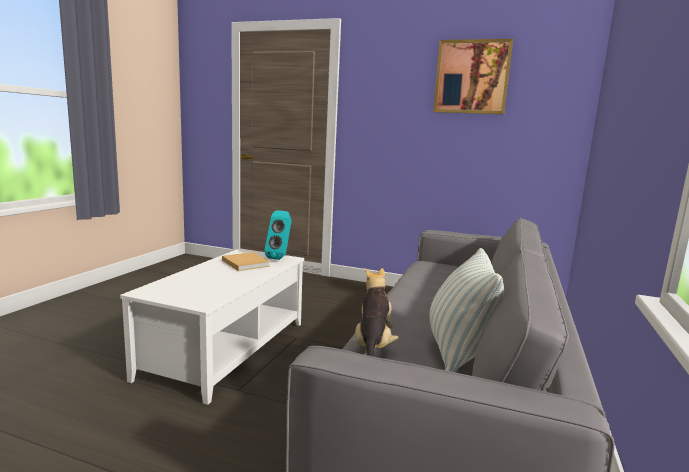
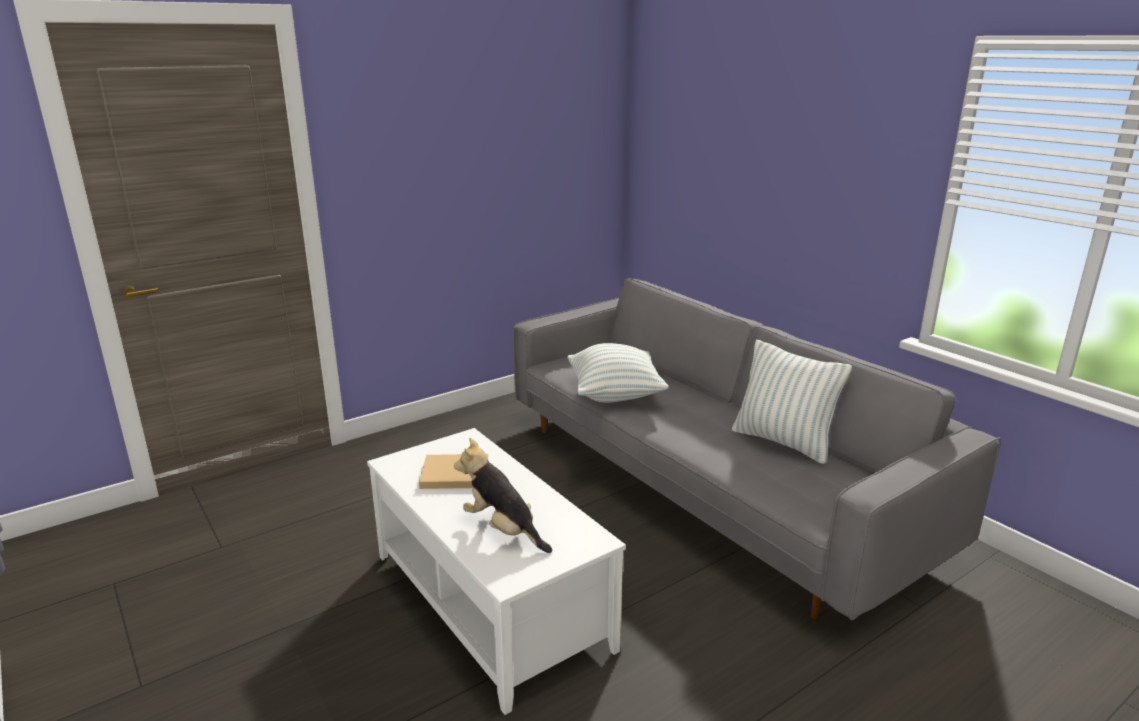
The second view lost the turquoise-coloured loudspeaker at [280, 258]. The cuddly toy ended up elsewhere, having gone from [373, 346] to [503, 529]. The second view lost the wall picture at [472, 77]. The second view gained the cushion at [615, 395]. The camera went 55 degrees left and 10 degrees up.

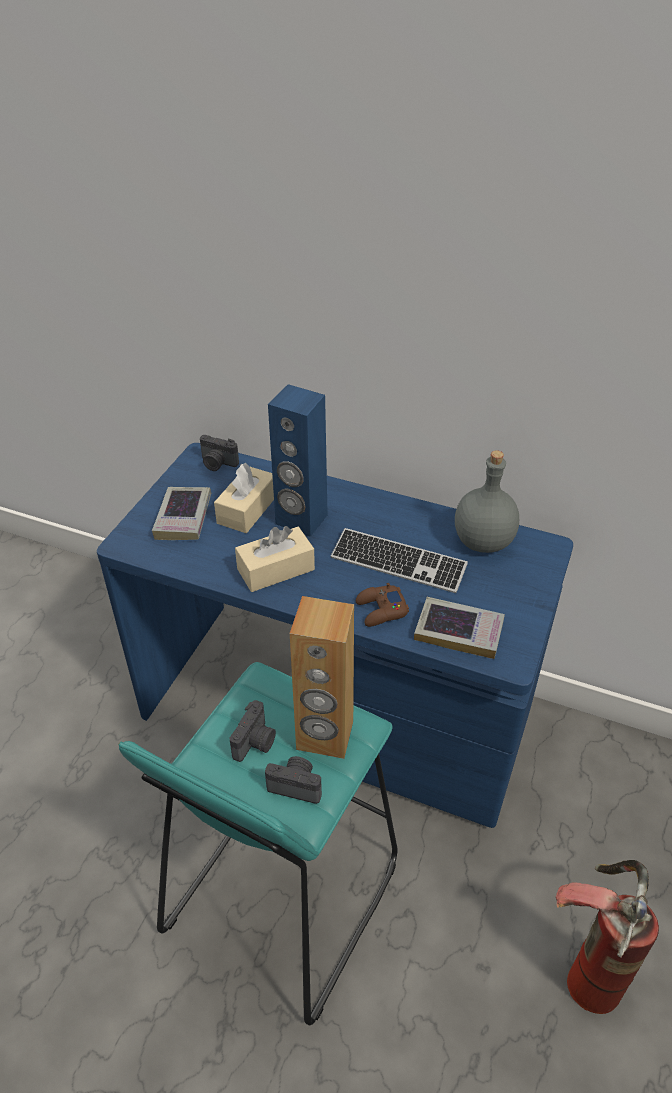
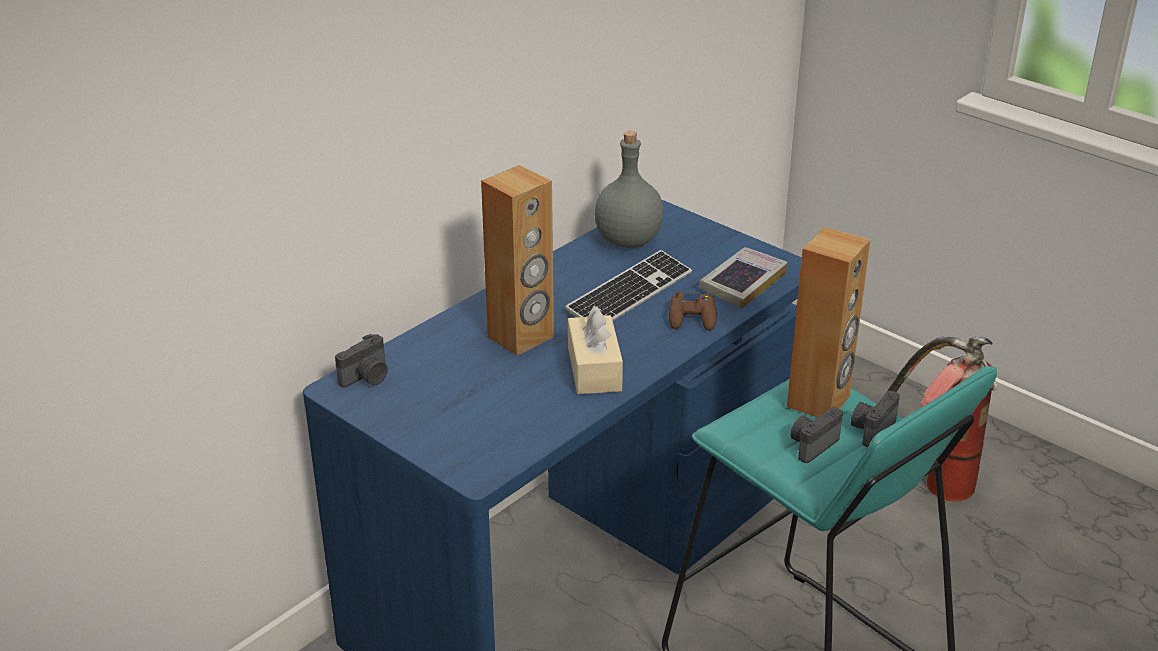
The second view lost the book at [183, 518]. The second view lost the beige-coloured tissue box at [247, 509]. The still camera at [256, 742] ended up facing another way, 90 degrees counterclockwise from before. What was the blue loudspeaker at [301, 520] turned into the brown-coloured loudspeaker at [521, 337]. The camera went 70 degrees left and 10 degrees down.

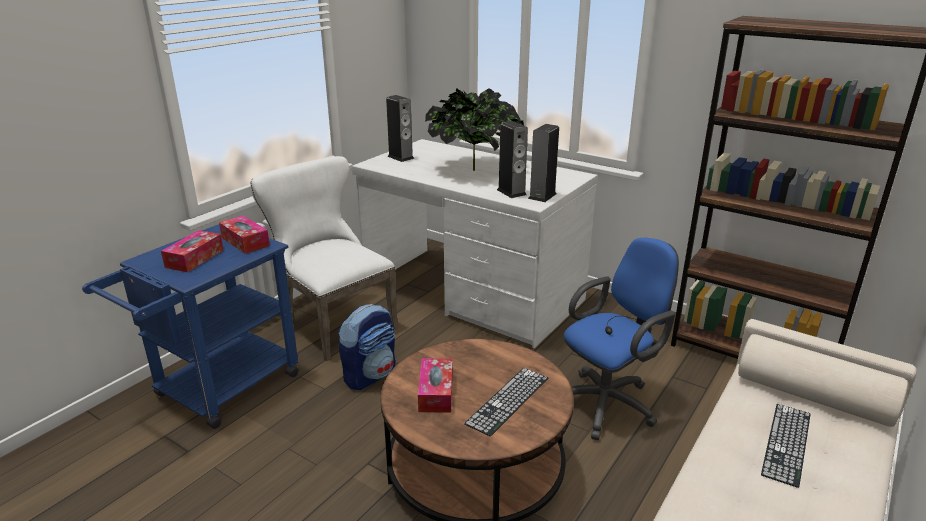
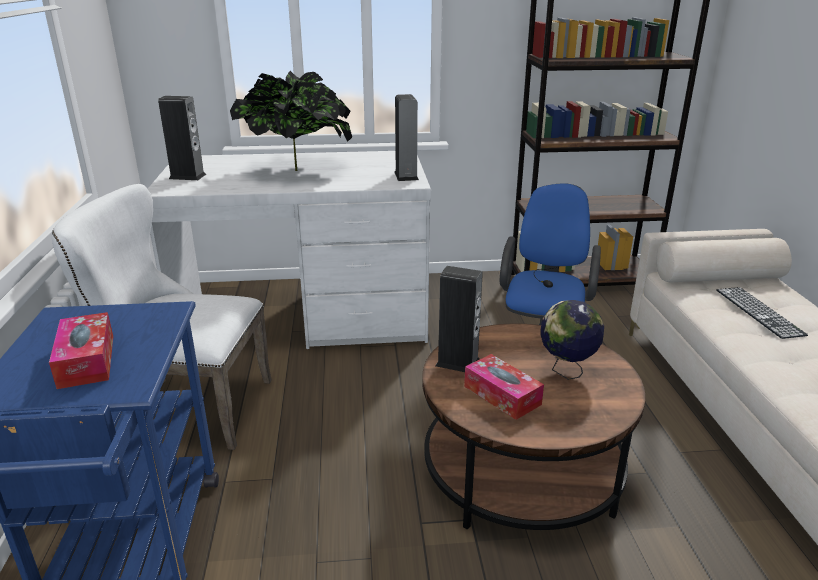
The second view lost the tissue box at [245, 241]. The second view lost the backpack at [370, 375]. Where the keyboard stood at [508, 400], the world globe came to stand at [566, 371]. The loudspeaker ended up elsewhere, having gone from [511, 192] to [457, 363]. The camera went 40 degrees left and 0 degrees up.

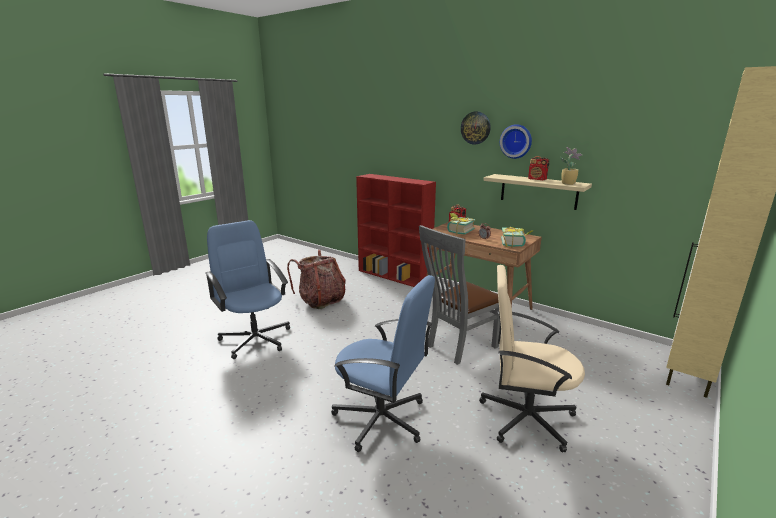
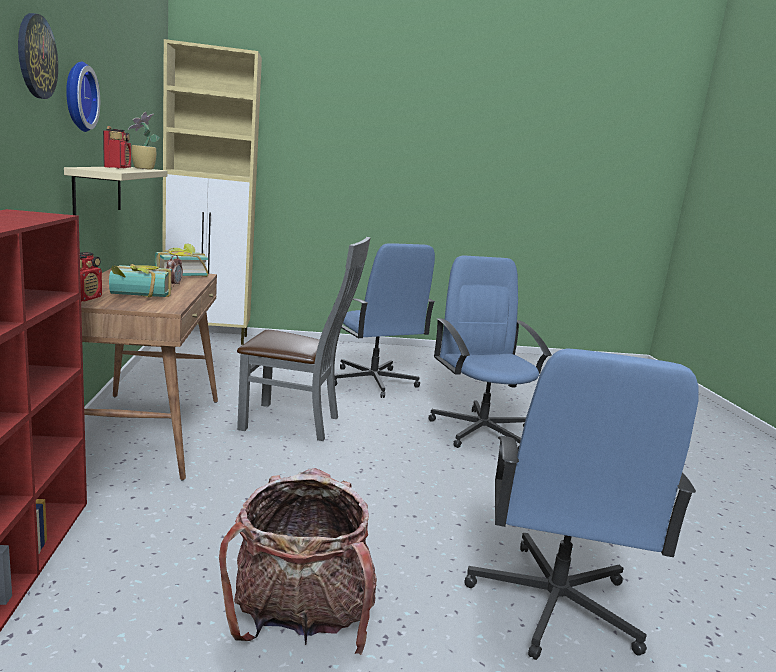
What was the beige-coloured office chair at [525, 417] turned into the blue office chair at [373, 382]. The camera went 135 degrees left and 5 degrees down.

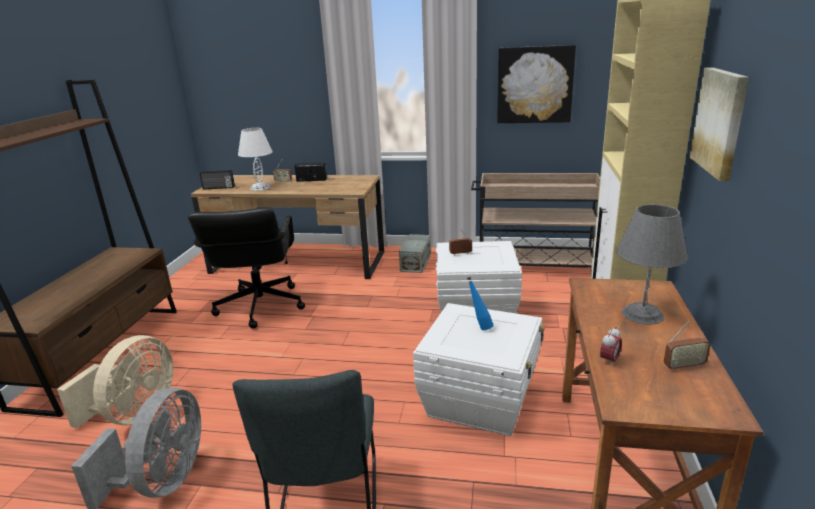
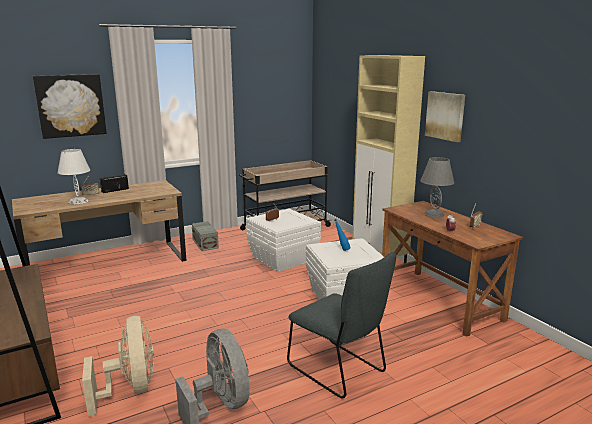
The second view lost the black-coloured office chair at [259, 306]. The second view lost the radio set at [218, 188]. The wall picture ended up elsewhere, having gone from [534, 85] to [71, 105]. The camera went 40 degrees left and 5 degrees down.

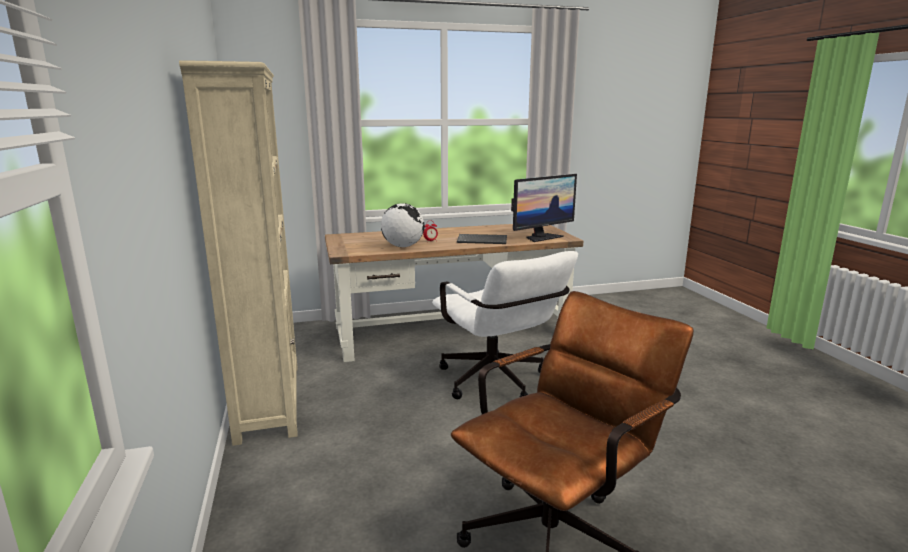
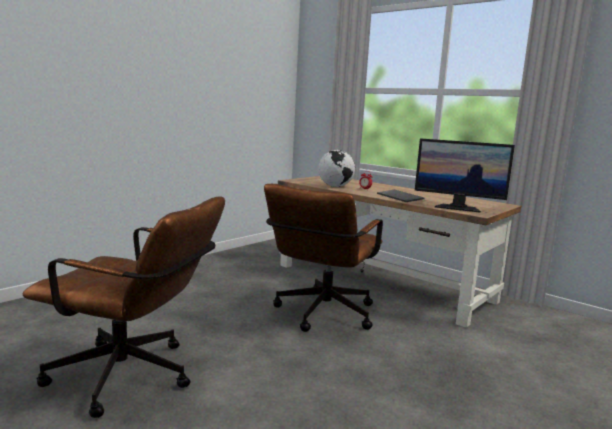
The second view lost the beige-coloured bookcase at [269, 400]. What was the white office chair at [497, 383] turned into the brown-coloured office chair at [321, 316]. The camera went 55 degrees right and 5 degrees down.

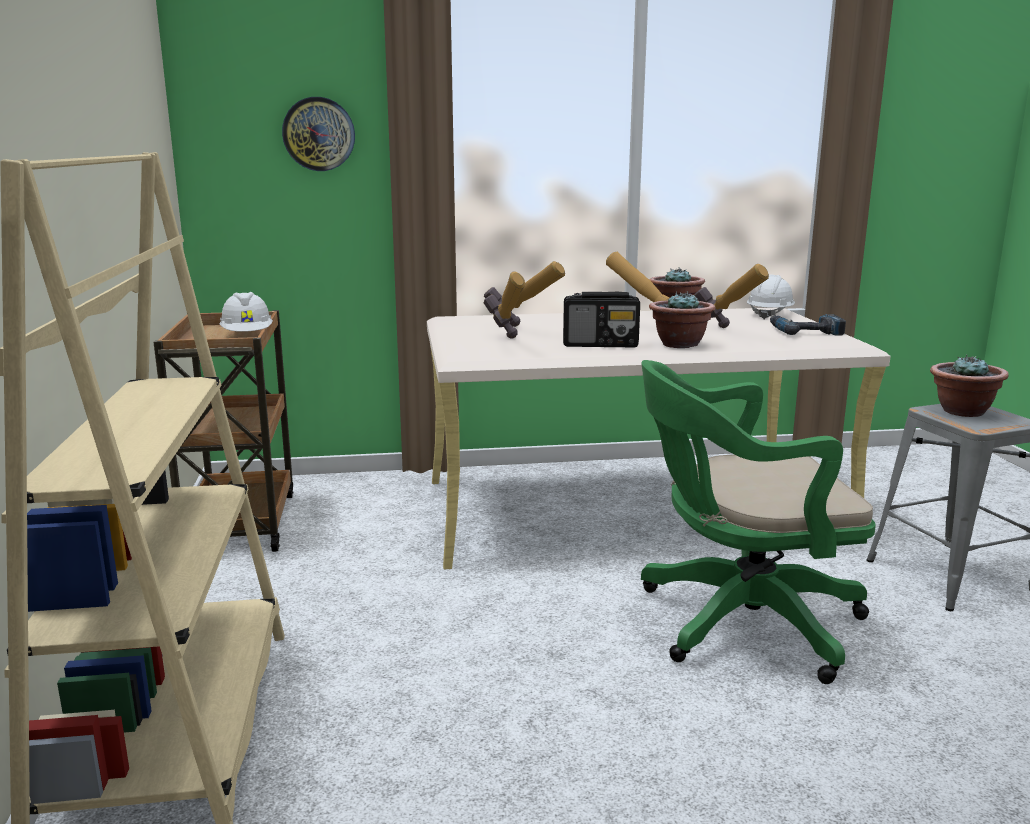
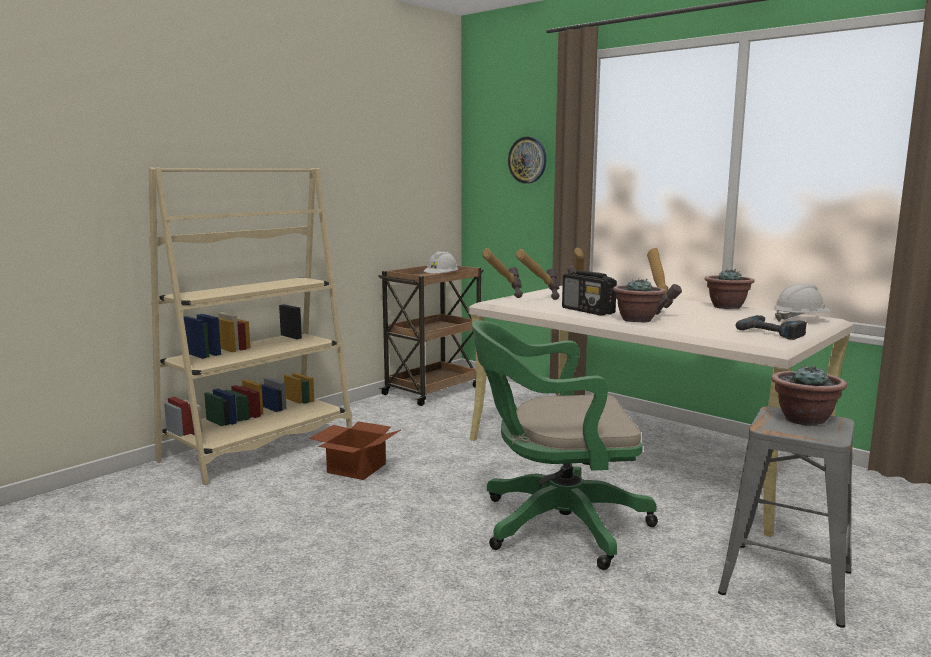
The greenish office chair at [738, 622] ended up facing another way, 45 degrees counterclockwise from before. The tool hammer ended up elsewhere, having gone from [726, 334] to [501, 300]. The second view gained the cardboard box at [356, 467]. The camera went 50 degrees right and 5 degrees down.

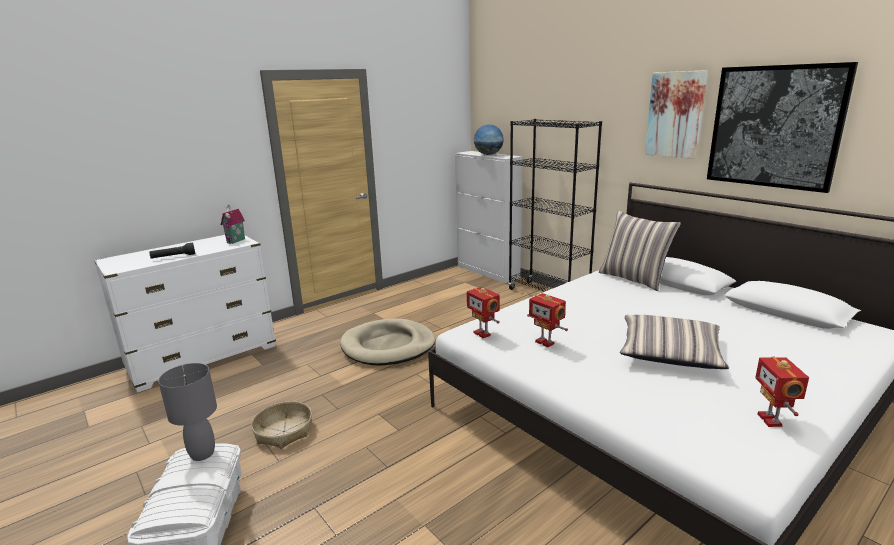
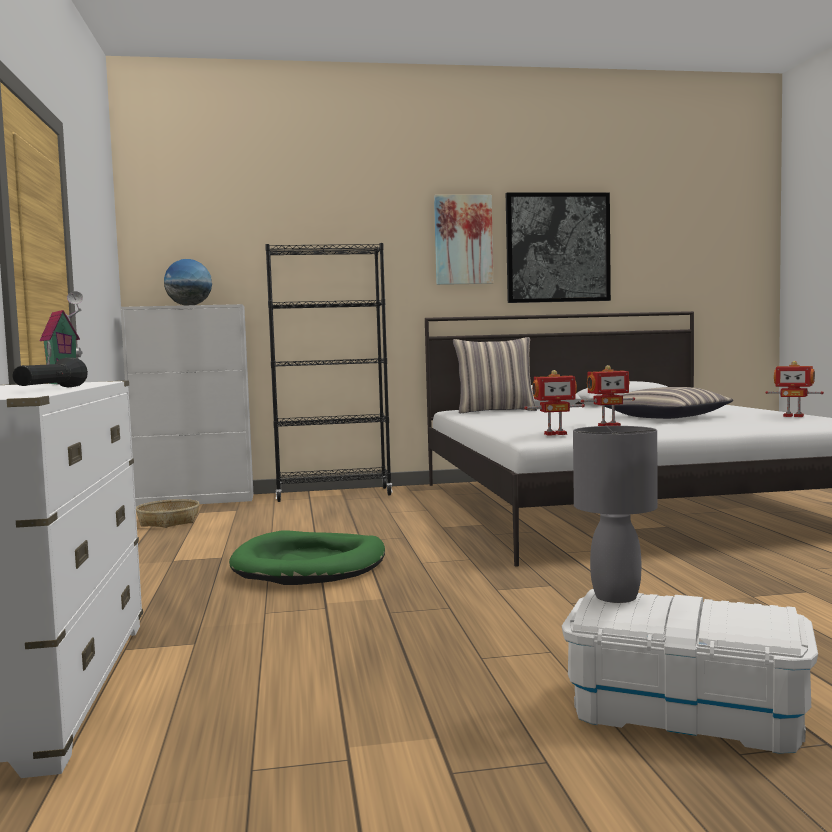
The basket ended up elsewhere, having gone from [284, 431] to [168, 521]. What was the beige-coloured dog bed at [388, 346] turned into the greenish dog bed at [310, 565]. The camera went 60 degrees left and 15 degrees down.

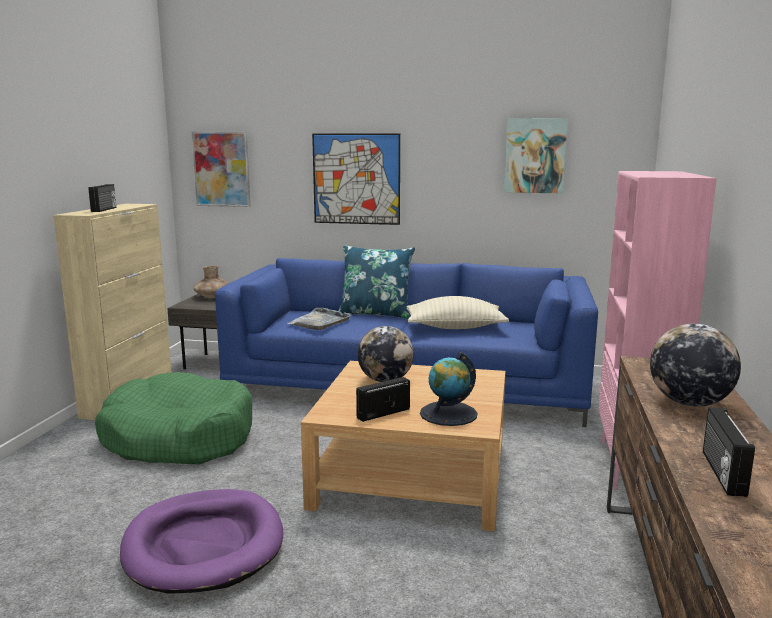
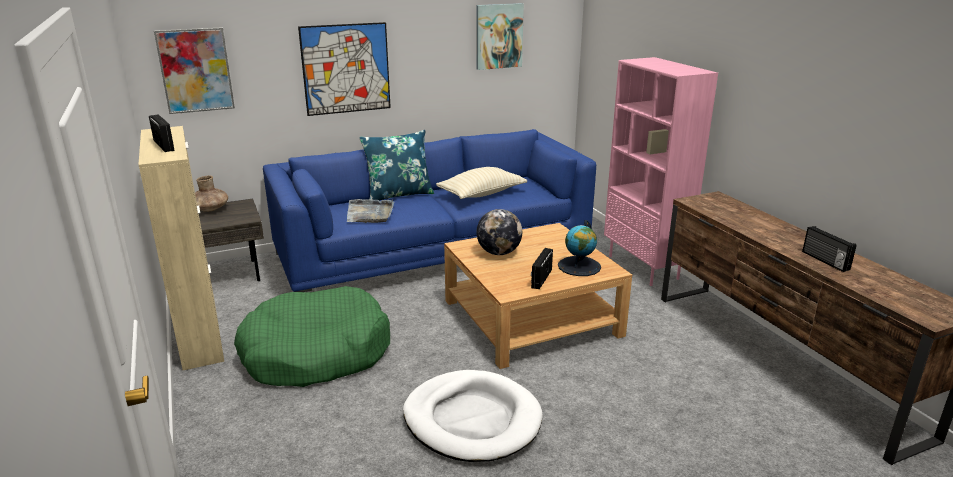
What was the purplish dog bed at [204, 545] turned into the white dog bed at [472, 420]. The second view lost the world globe at [689, 403]. The camera went 35 degrees left and 10 degrees up.

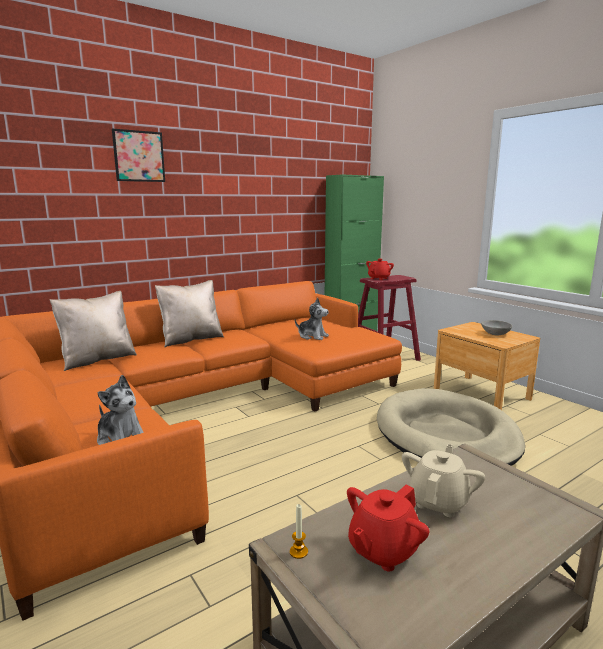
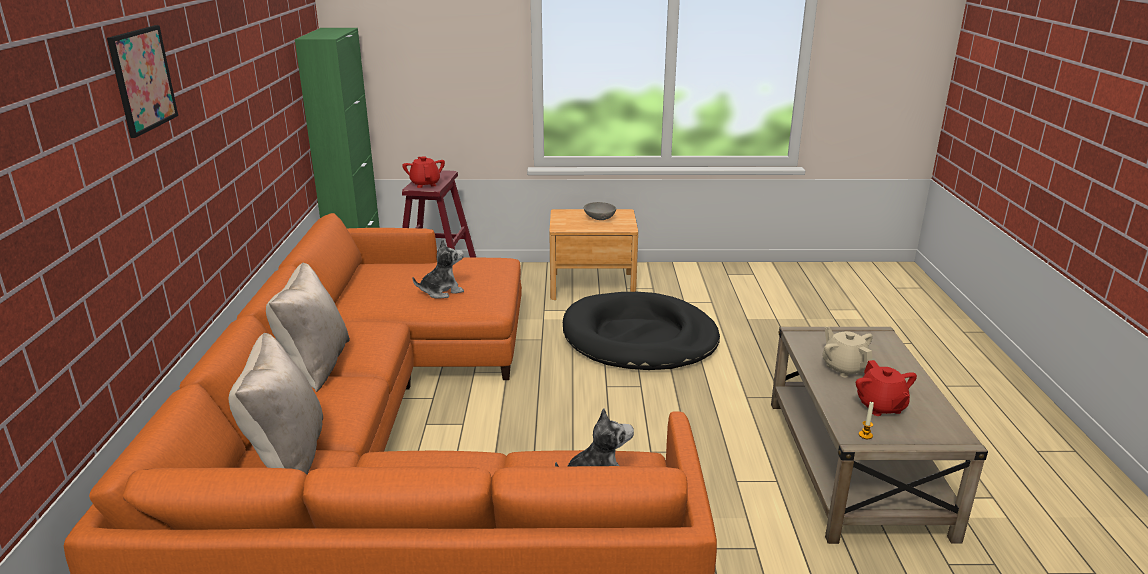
What was the beige-coloured dog bed at [446, 435] turned into the black-coloured dog bed at [639, 338]. The camera went 55 degrees left and 10 degrees up.

